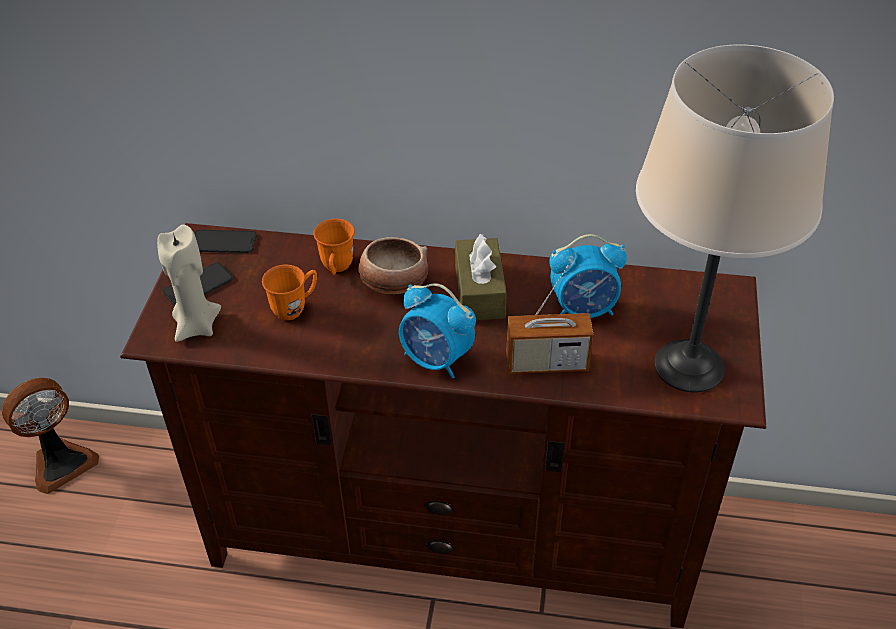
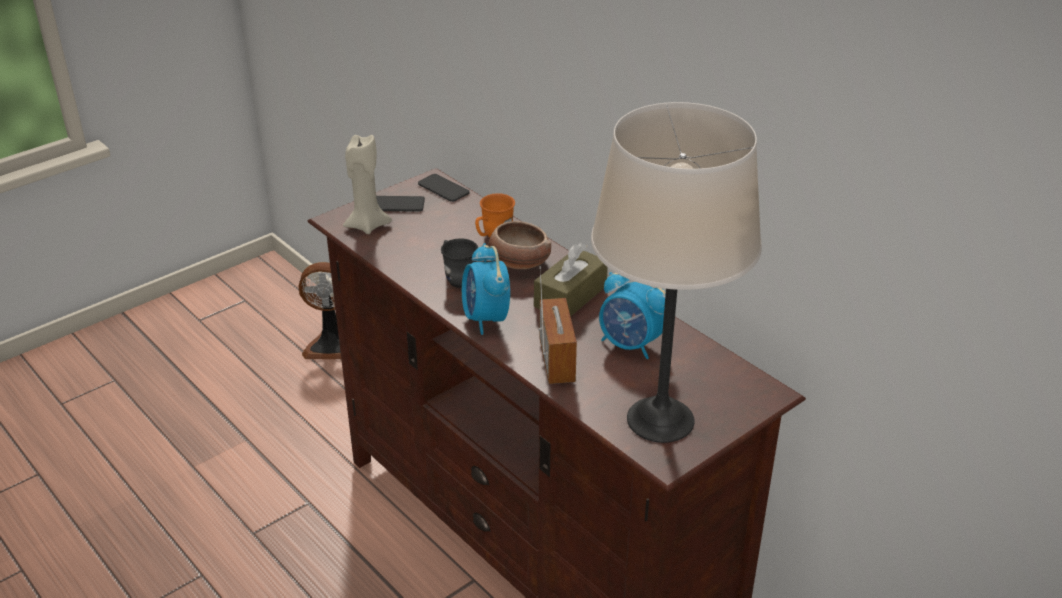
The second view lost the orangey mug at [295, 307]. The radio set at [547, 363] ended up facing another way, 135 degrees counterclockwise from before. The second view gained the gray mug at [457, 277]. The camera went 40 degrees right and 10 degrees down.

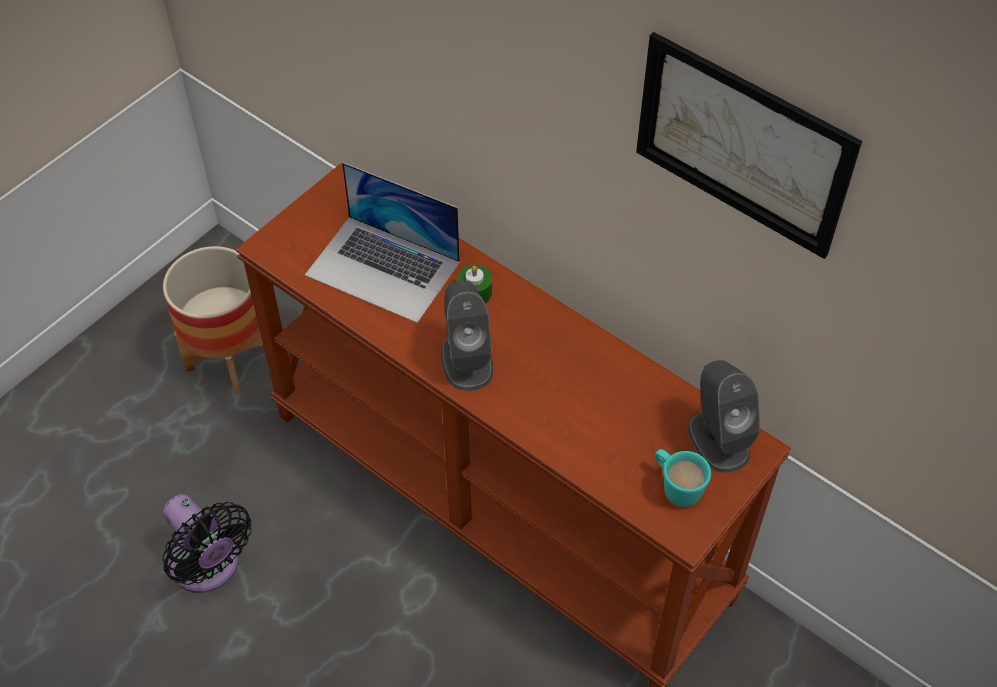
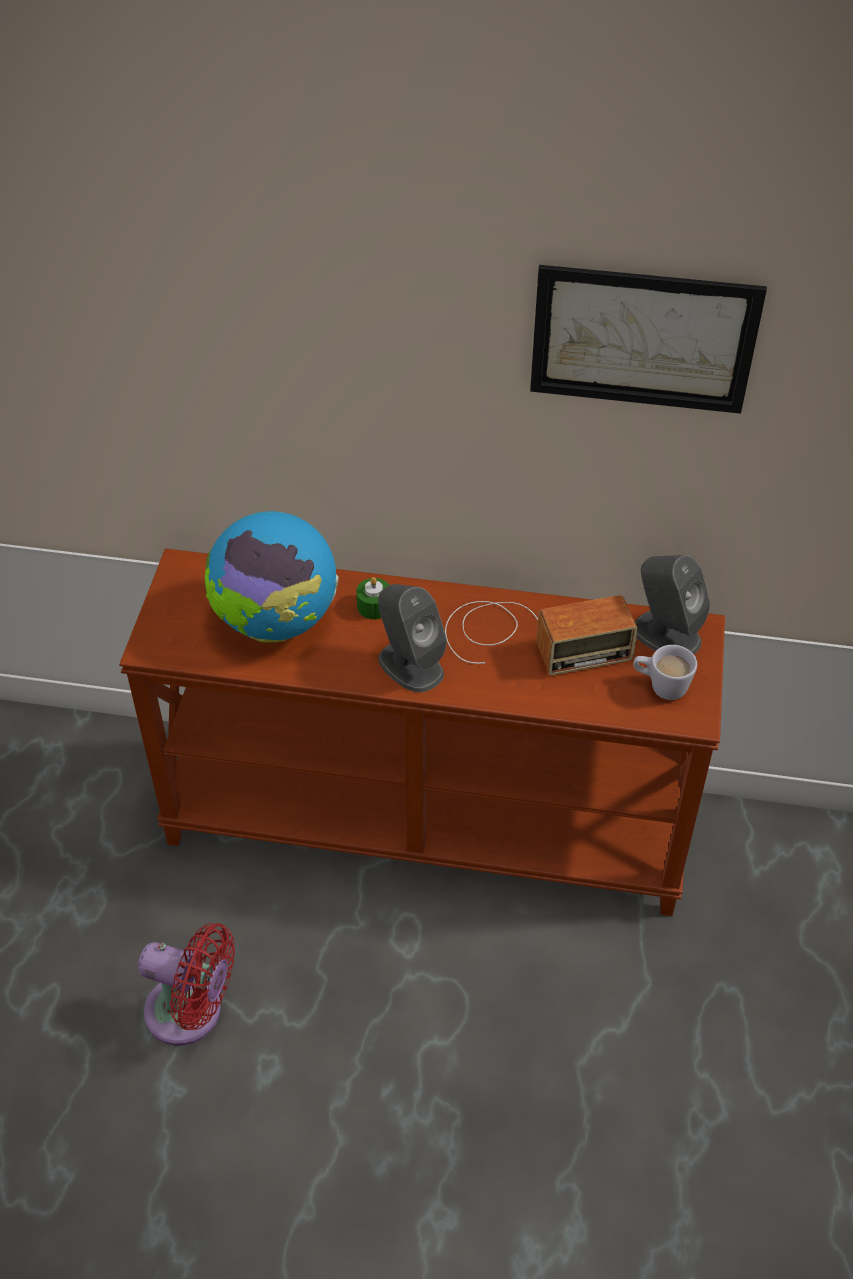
The second view lost the planter at [230, 359]. What was the black-coloured cooling fan at [209, 567] turned into the red-coloured cooling fan at [191, 1013]. Where the portable computer stood at [383, 268], the world globe came to stand at [276, 621]. What was the turquoise-coloured mug at [676, 487] turned into the white mug at [660, 686]. The second view gained the radio set at [530, 638]. The camera went 30 degrees left and 5 degrees down.

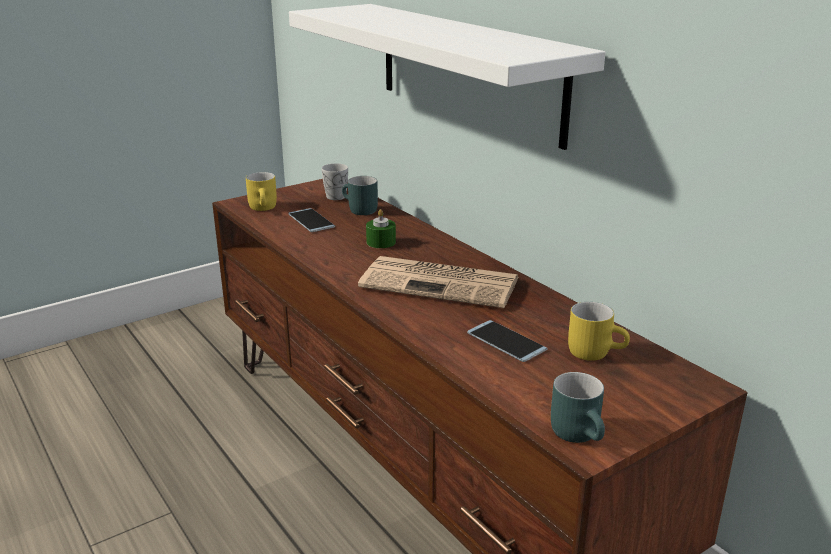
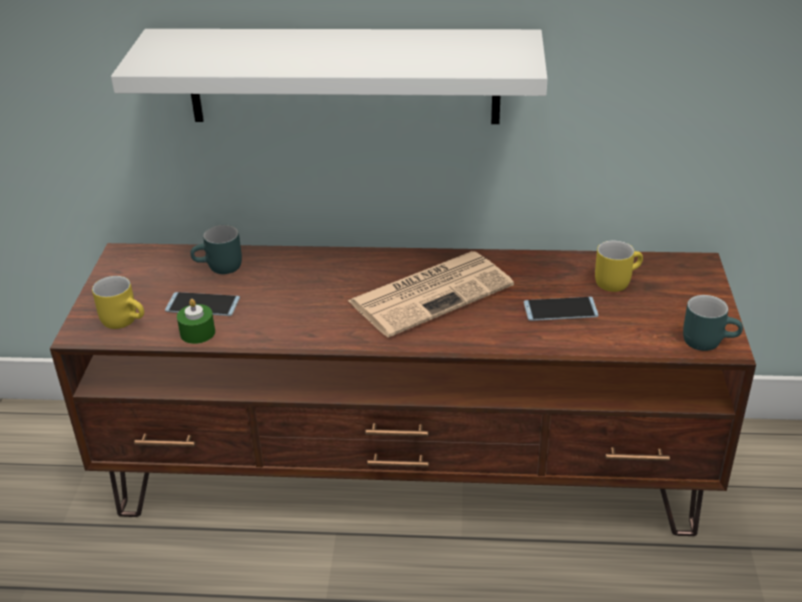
The second view lost the white mug at [334, 195]. The greenish wax candle ended up elsewhere, having gone from [381, 242] to [197, 333]. The camera went 50 degrees left and 10 degrees up.

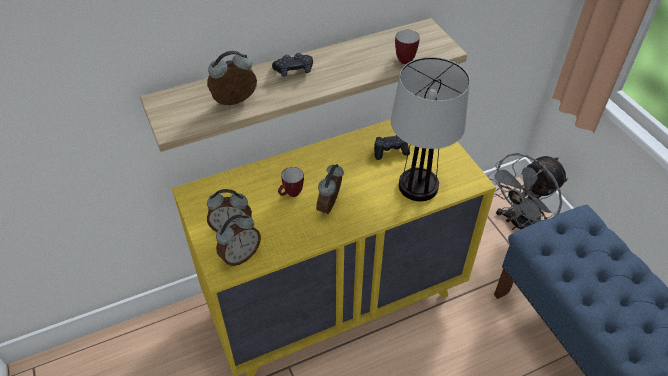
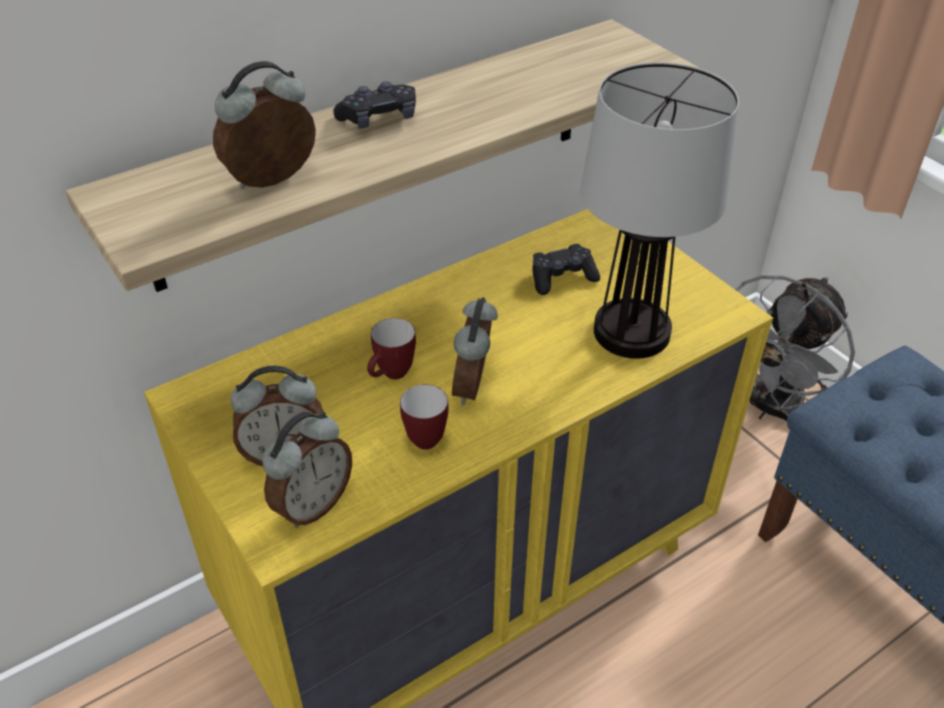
The mug ended up elsewhere, having gone from [403, 58] to [422, 436]. The camera went 10 degrees left and 5 degrees down.

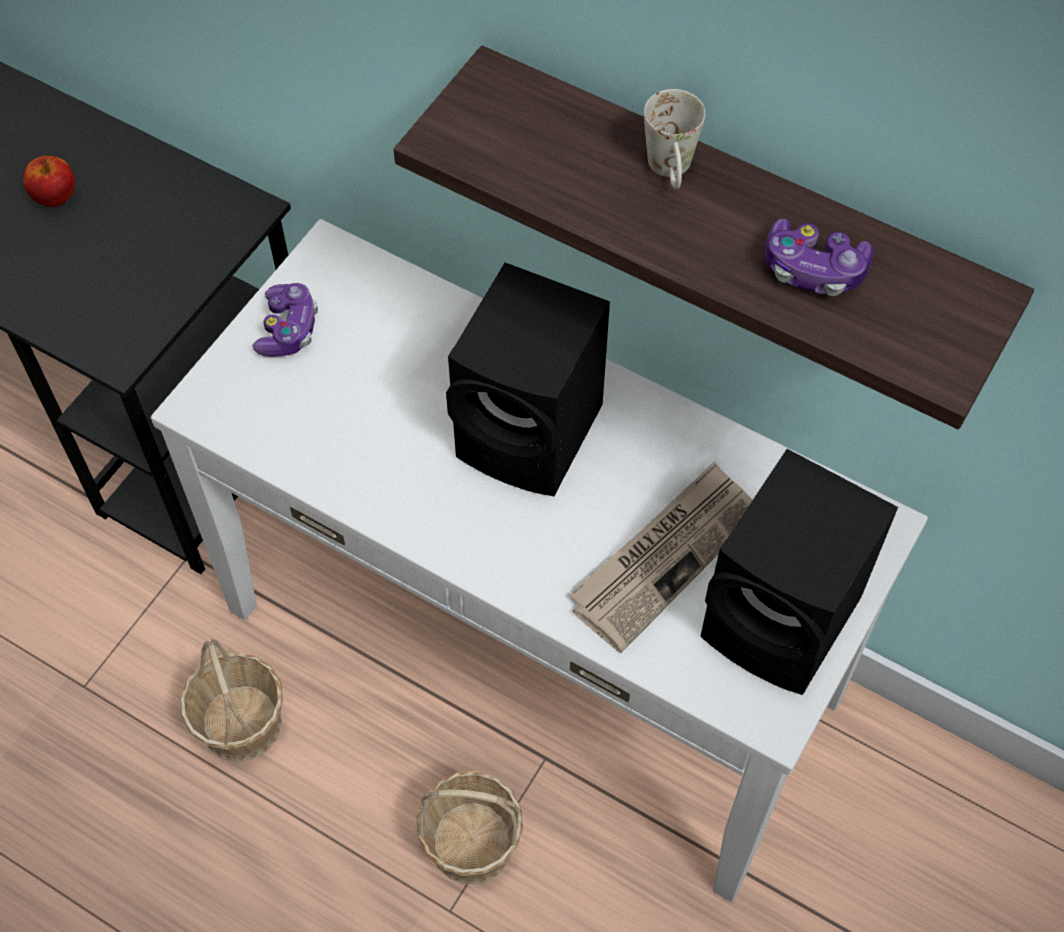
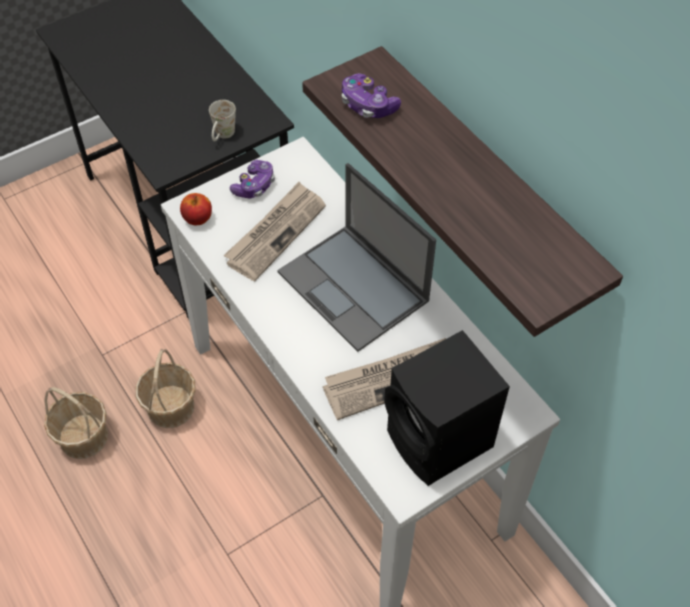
The apple fruit ended up elsewhere, having gone from [55, 197] to [197, 219]. The basket ended up elsewhere, having gone from [471, 842] to [83, 436]. Where the black-coloured loudspeaker stood at [533, 435], the portable computer came to stand at [354, 287]. The white mug ended up elsewhere, having gone from [671, 172] to [222, 136]. The joypad ended up elsewhere, having gone from [813, 269] to [368, 105]. The second view gained the daily paper at [276, 233]. The camera went 25 degrees right and 5 degrees down.

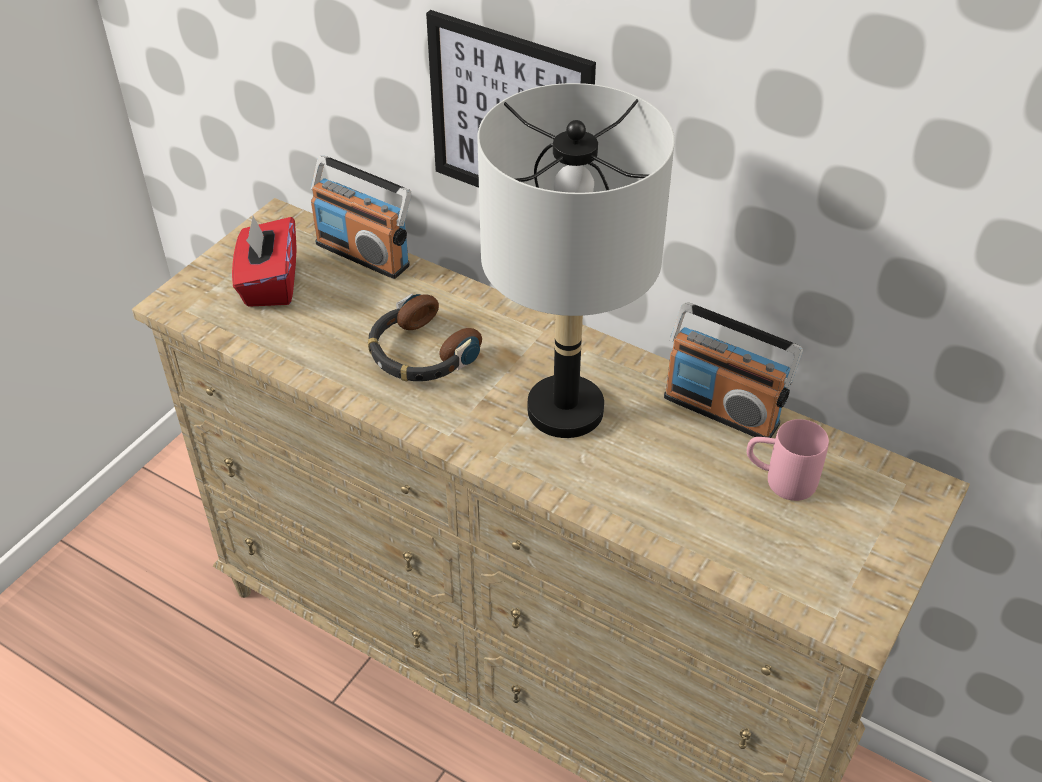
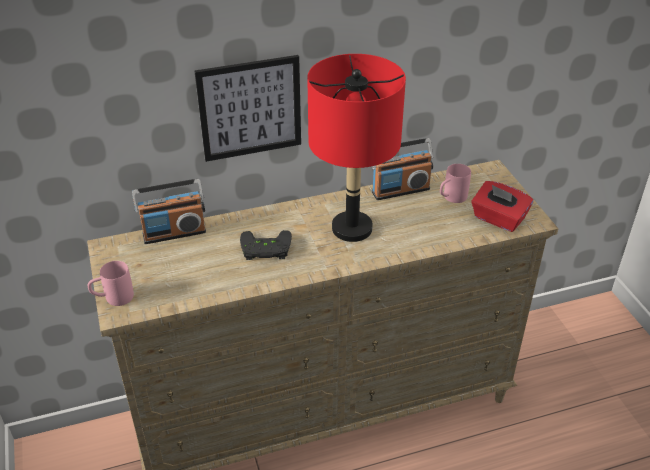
The red-coloured tissue box ended up elsewhere, having gone from [270, 283] to [498, 219]. Where the pair of headphones stood at [420, 353], the black-coloured joypad came to stand at [265, 250]. What was the gray lamp for a table at [564, 411] turned into the red-coloured lamp for a table at [352, 229]. The second view gained the pink-coloured mug at [113, 298]. The camera went 50 degrees left and 5 degrees down.

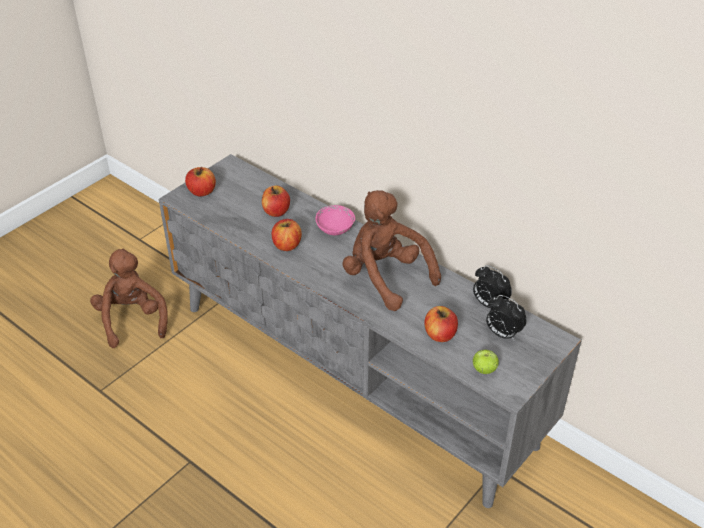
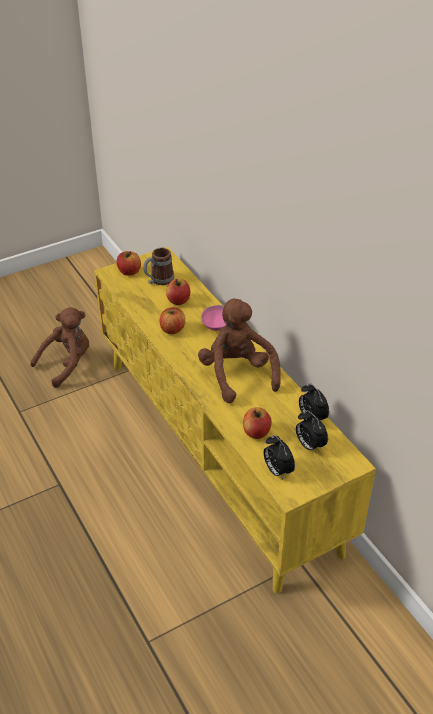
The brown-coloured cuddly toy at [132, 319] ended up facing another way, 45 degrees clockwise from before. What was the gray tv unit at [354, 373] turned into the yellowish tv unit at [218, 451]. Where the apple fruit stood at [484, 370], the alarm clock came to stand at [277, 470]. The second view gained the mug at [158, 280]. The camera went 20 degrees right and 0 degrees up.

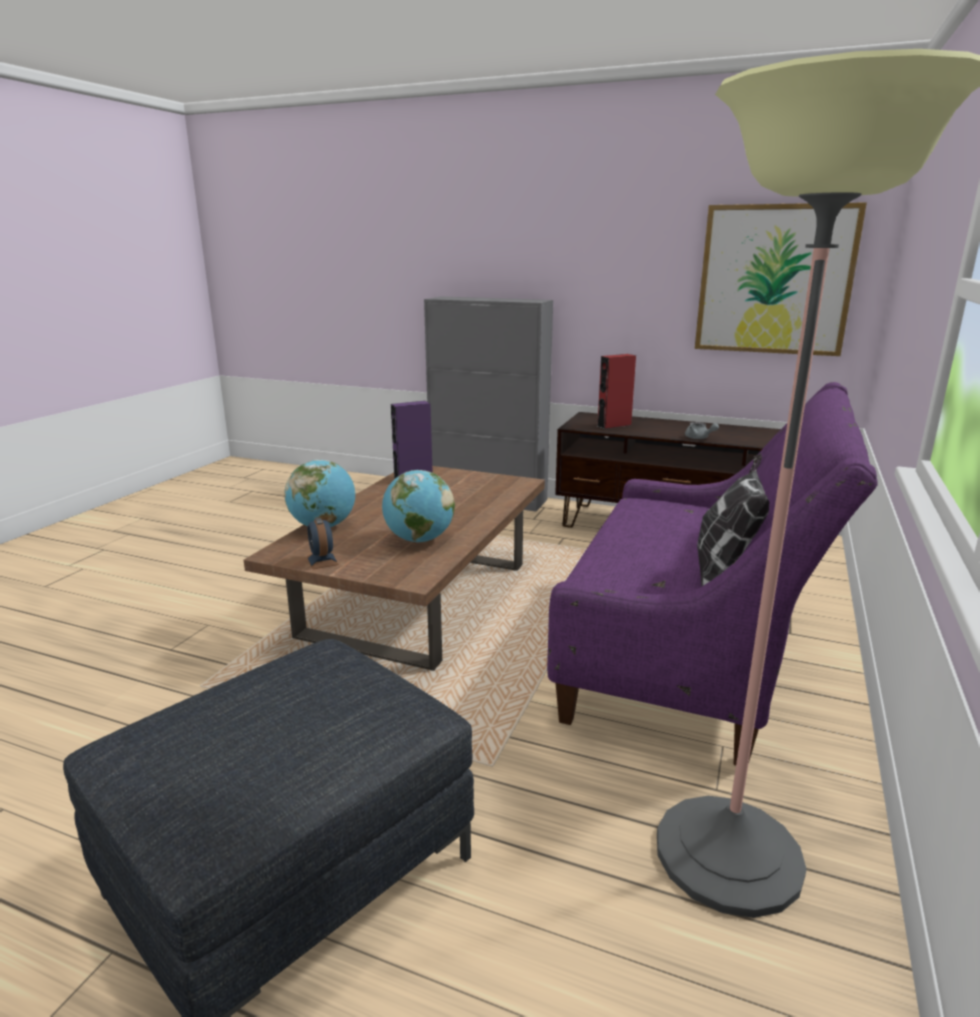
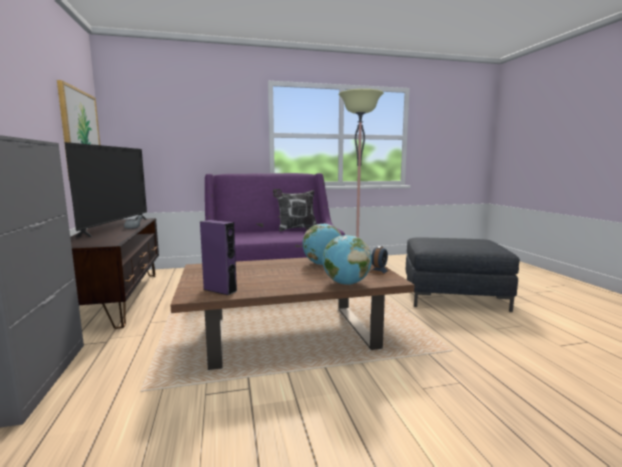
The second view lost the red-coloured loudspeaker at [614, 425]. The second view gained the TV set at [116, 227]. The camera went 125 degrees left and 10 degrees down.

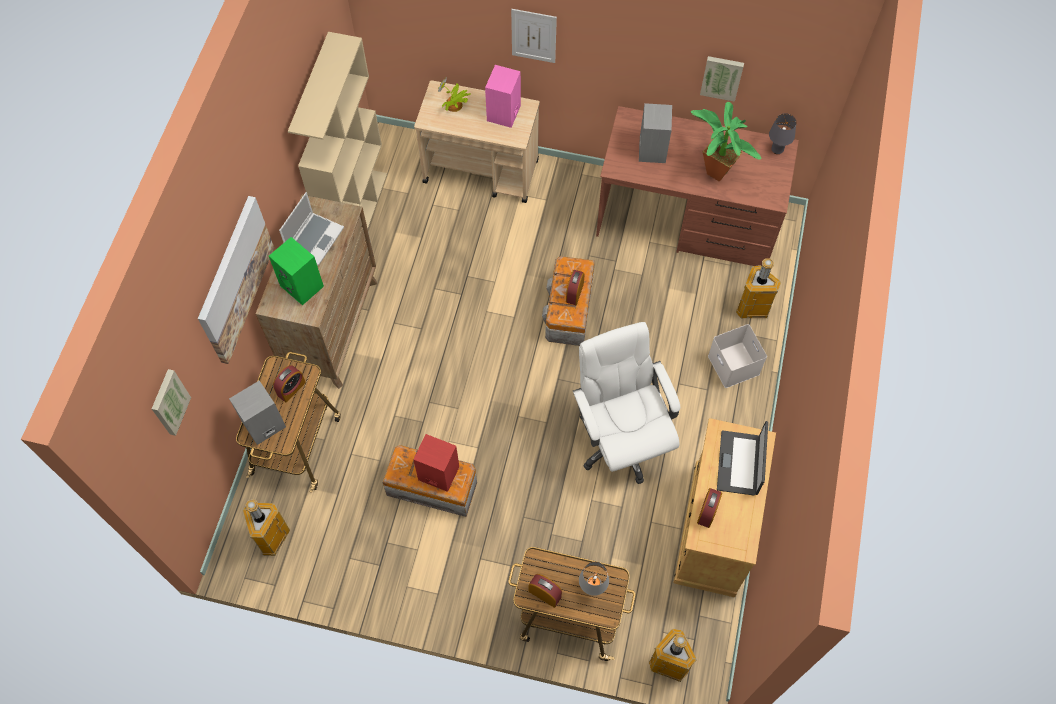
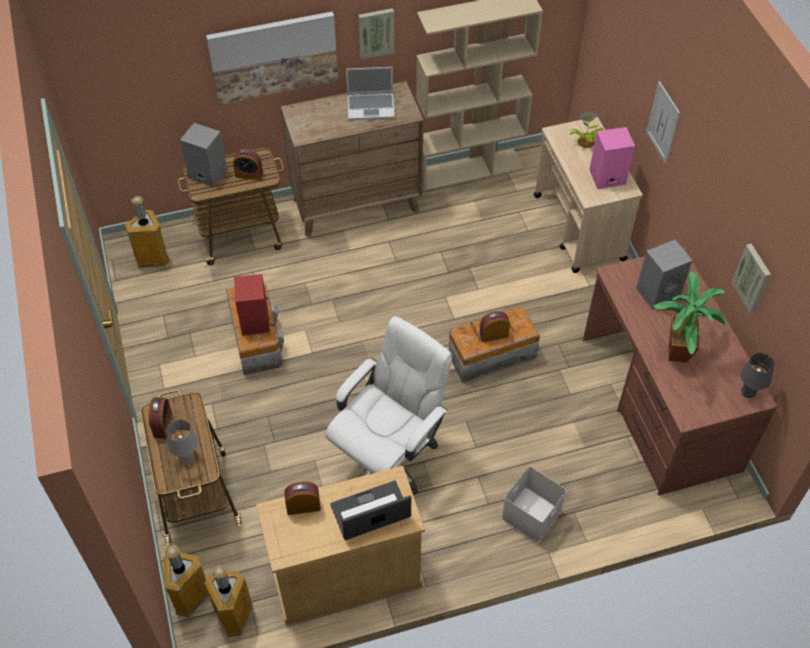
The wall picture ended up elsewhere, having gone from [168, 402] to [376, 32]. The second view lost the greenish loudspeaker at [303, 286]. The trash can ended up elsewhere, having gone from [752, 309] to [233, 617]. The camera went 60 degrees right and 10 degrees down.

